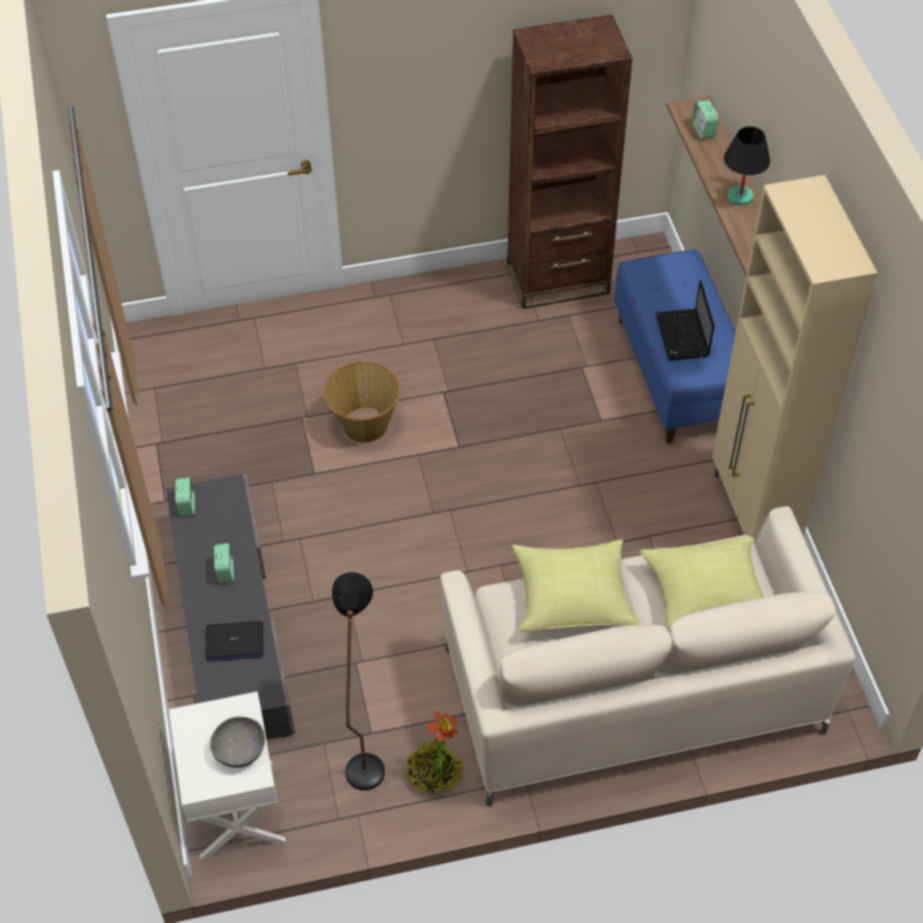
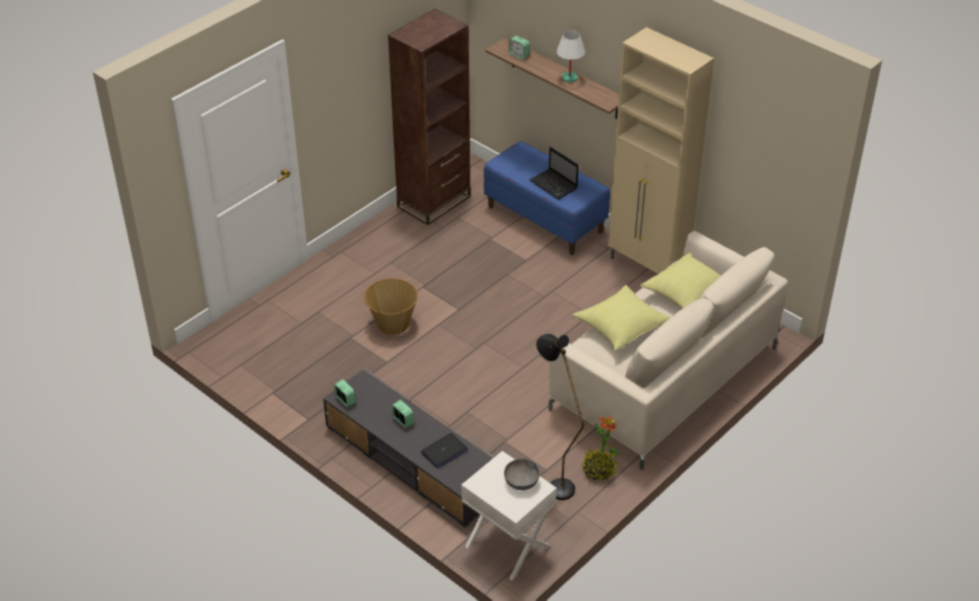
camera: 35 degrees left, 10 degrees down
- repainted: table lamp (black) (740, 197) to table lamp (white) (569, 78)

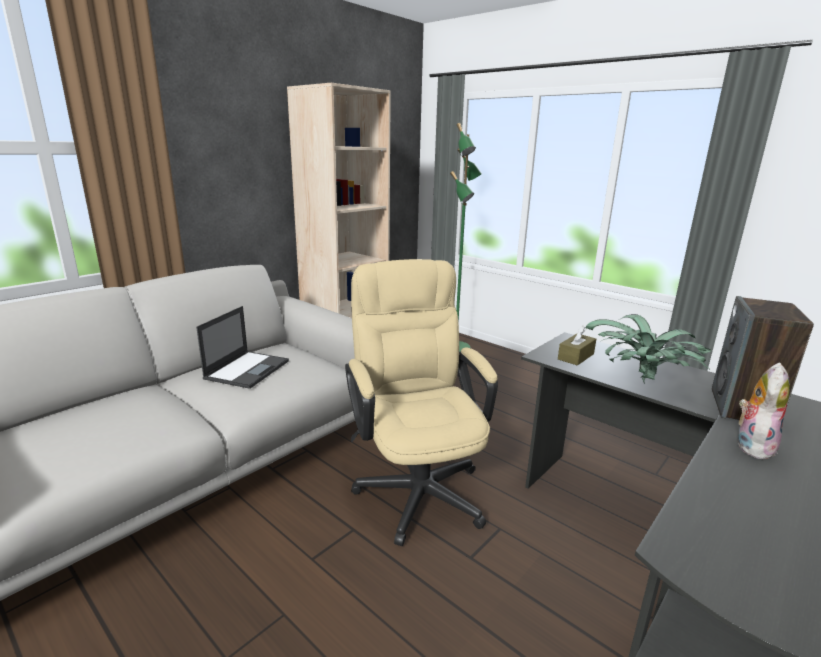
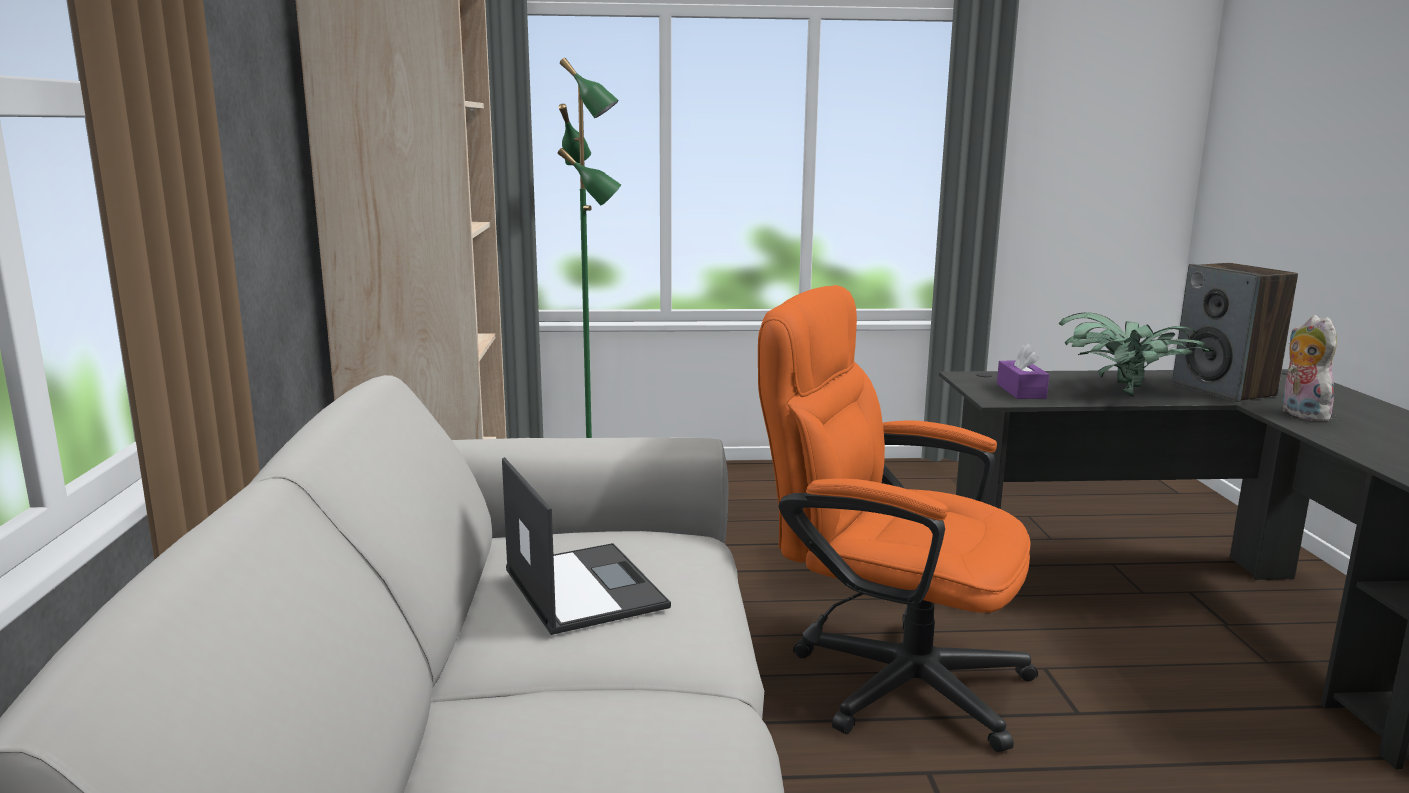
camera: 45 degrees left, 5 degrees down
- repainted: office chair (beige) (417, 484) to office chair (orange) (887, 677)
- repainted: tissue box (brown) (576, 356) to tissue box (purple) (1021, 391)

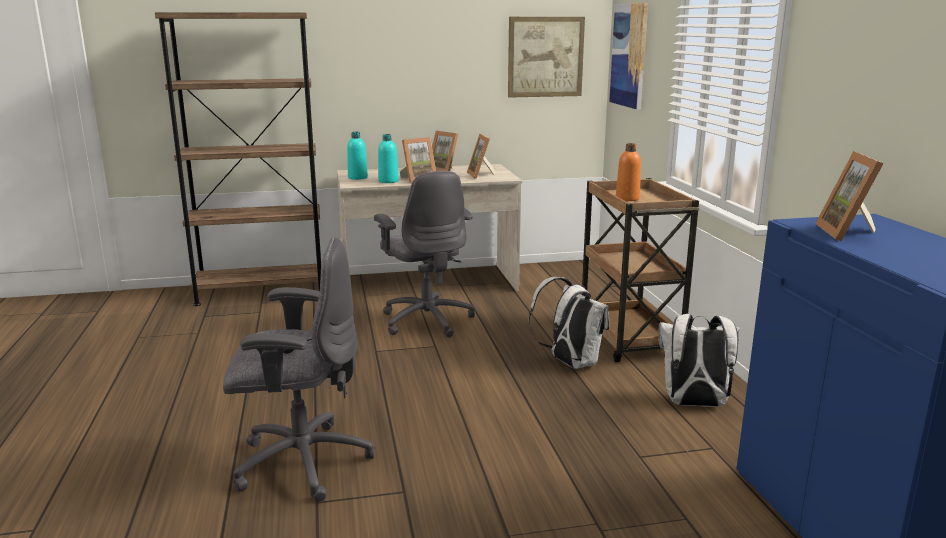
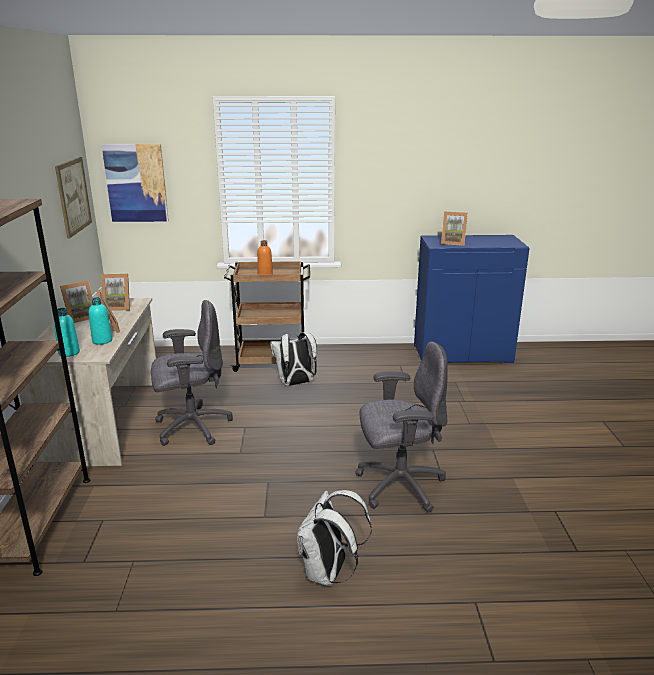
camera: 80 degrees left, 5 degrees up
- shifted: backpack (white) (693, 404) to (328, 573)
- rotated: office chair (grey) (301, 462) = (398, 485) 75 degrees clockwise

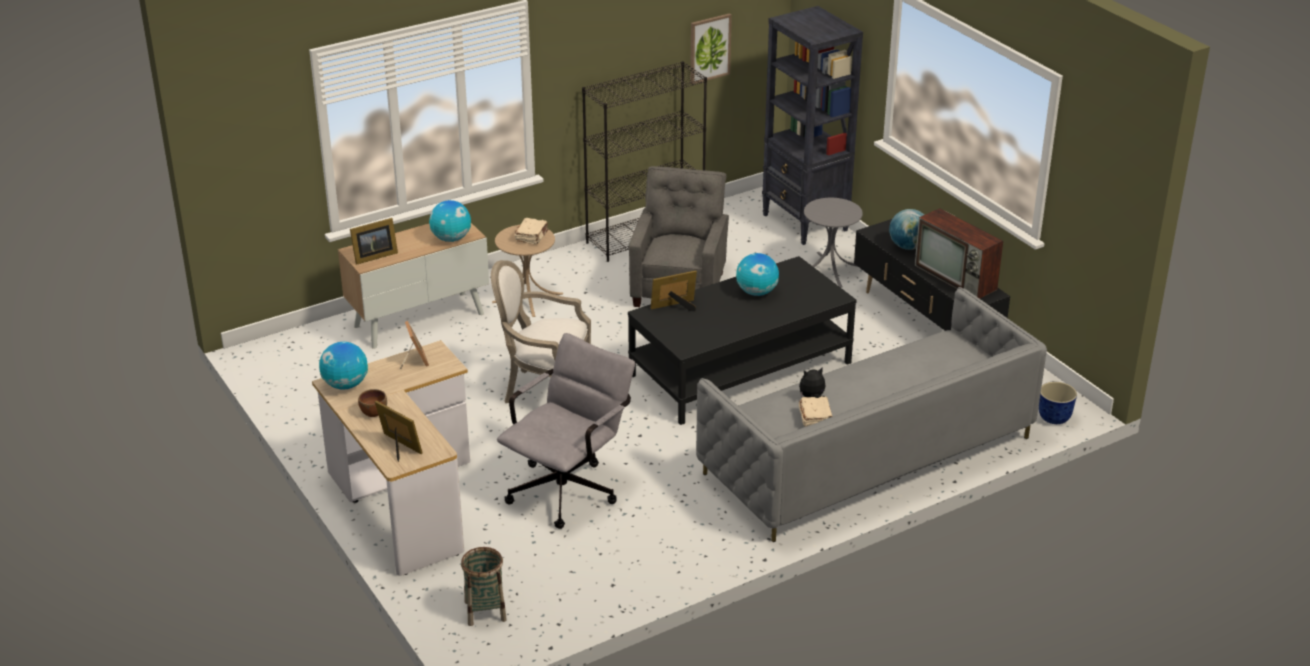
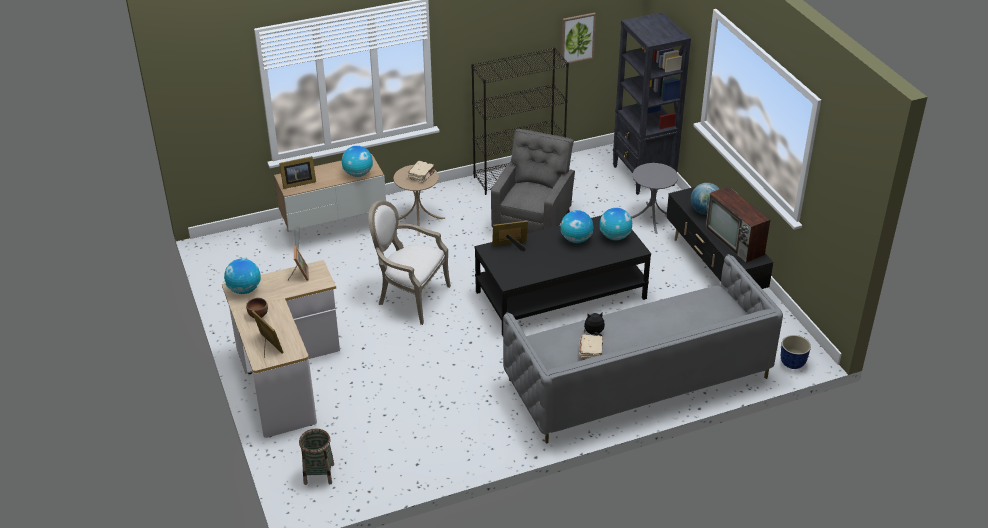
camera: 10 degrees right, 5 degrees up
- gone: office chair (grey) (569, 487)
- new: globe (615, 237)

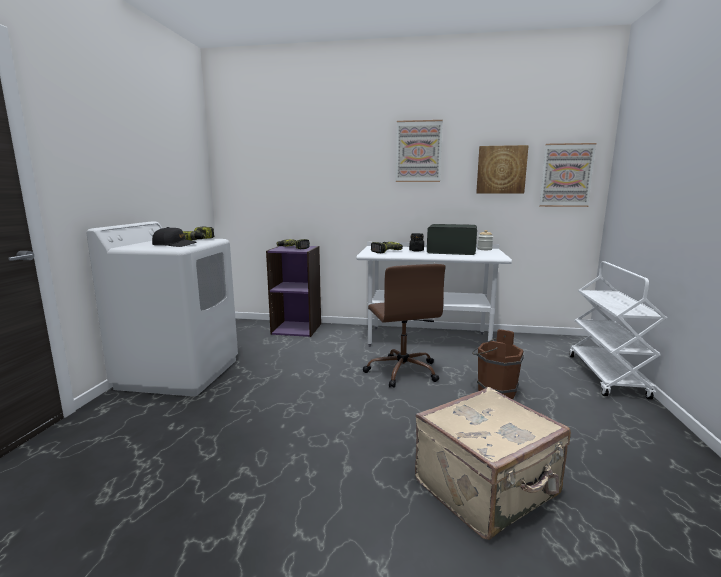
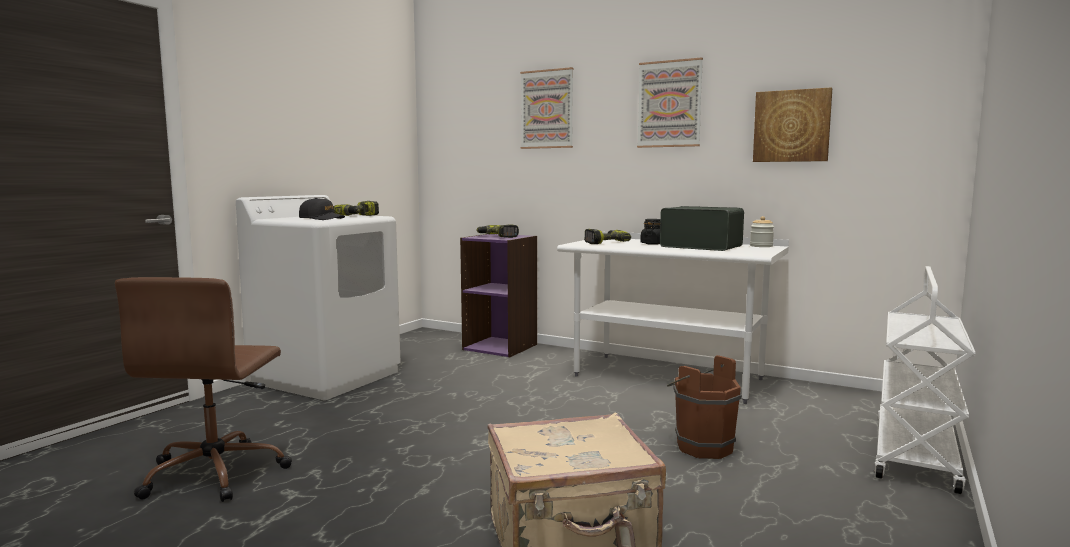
camera: 20 degrees right, 5 degrees down
- shifted: office chair (brown) (402, 371) to (216, 473)
- shifted: picture (566, 175) to (547, 109)

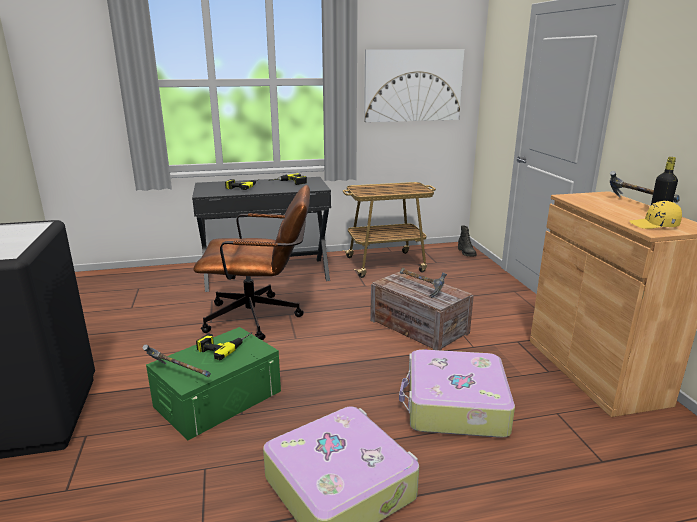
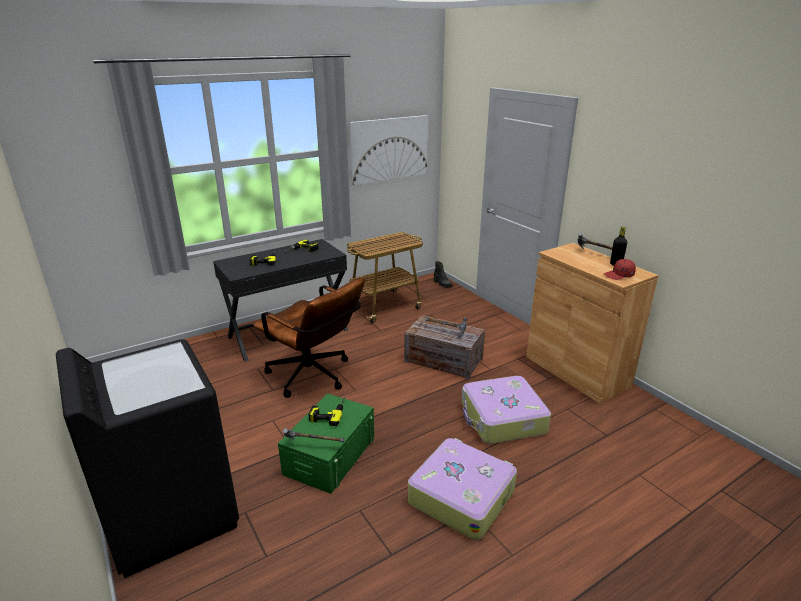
camera: 20 degrees left, 5 degrees up
- repainted: cap (yellow) (654, 225) to cap (red) (619, 275)
- rotated: office chair (brown) (261, 318) = (314, 377) 60 degrees clockwise

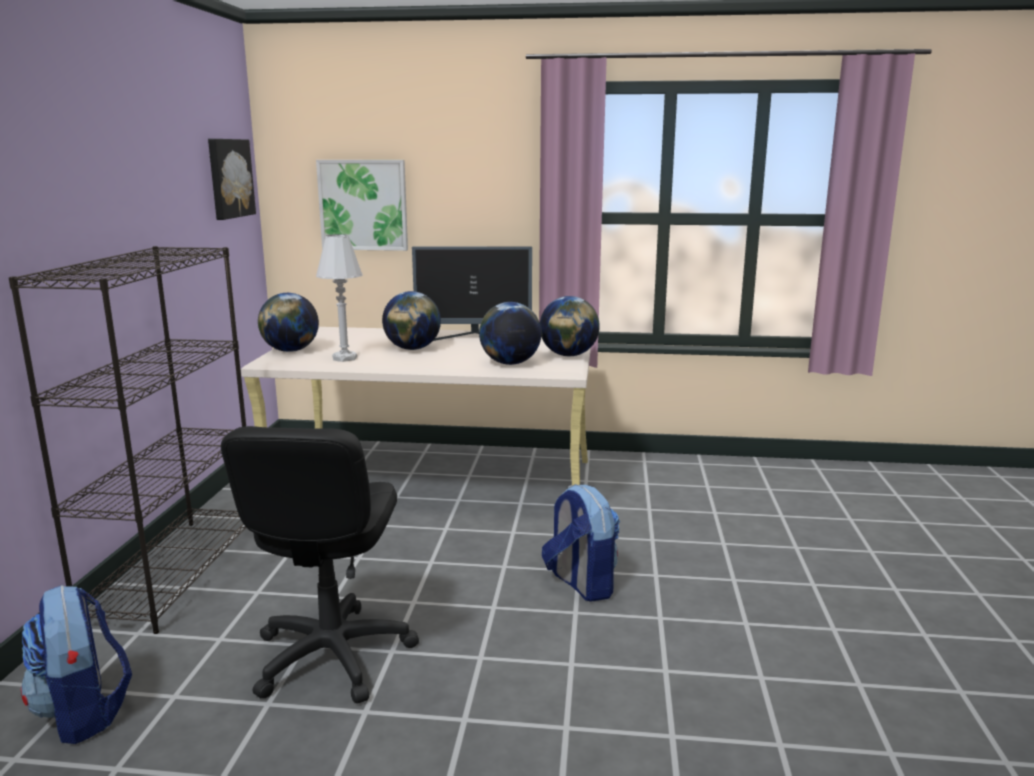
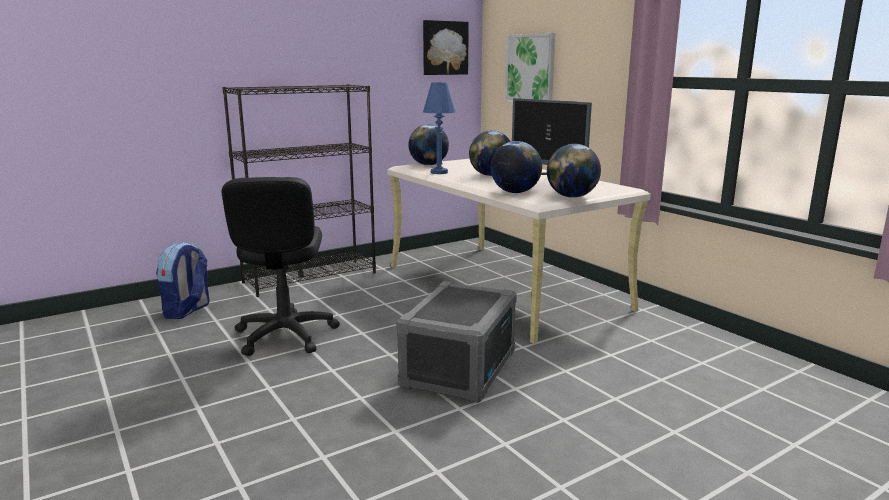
camera: 50 degrees right, 0 degrees up
- swapped: backpack (580, 584) to storage box (grey) (458, 368)
- repainted: table lamp (white) (345, 358) to table lamp (blue) (439, 172)
- rotated: office chair (black) (331, 656) = (285, 335) 60 degrees counterclockwise

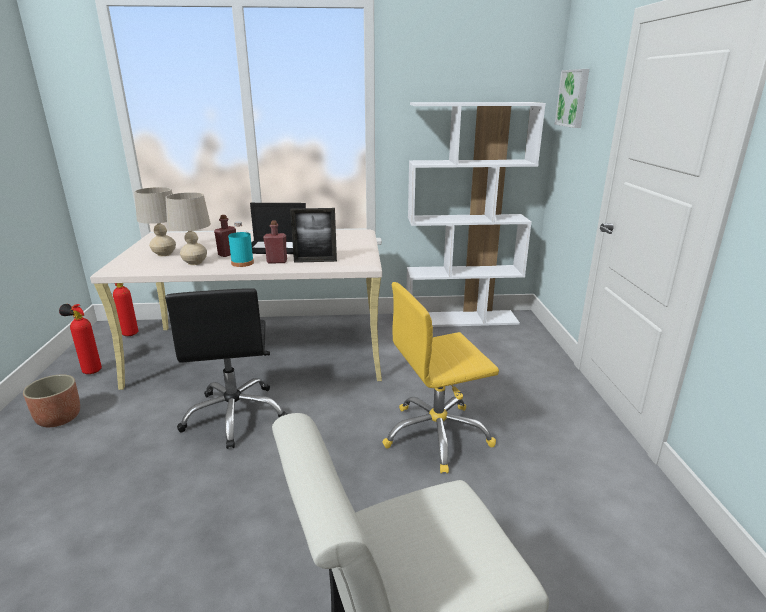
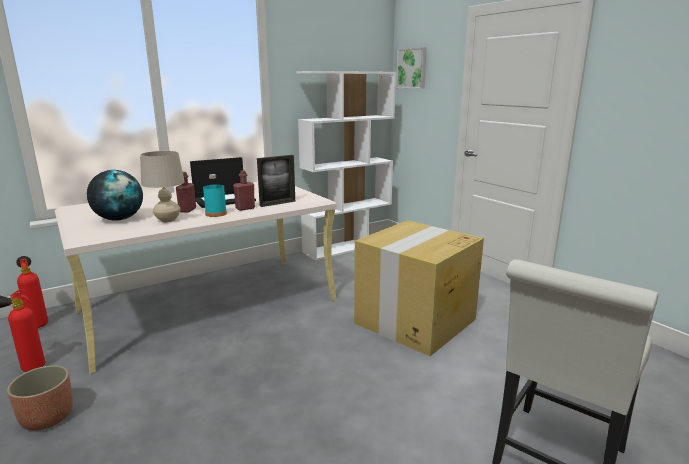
camera: 30 degrees left, 5 degrees down
- gone: office chair (black) (235, 415)
- swapped: table lamp (beige) (164, 254) to globe (119, 219)
- swapped: office chair (yellow) (437, 435) to cardboard box (414, 322)

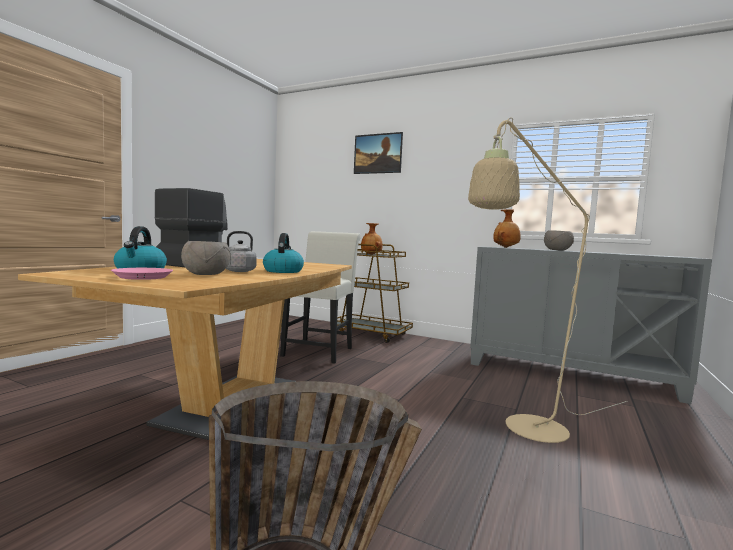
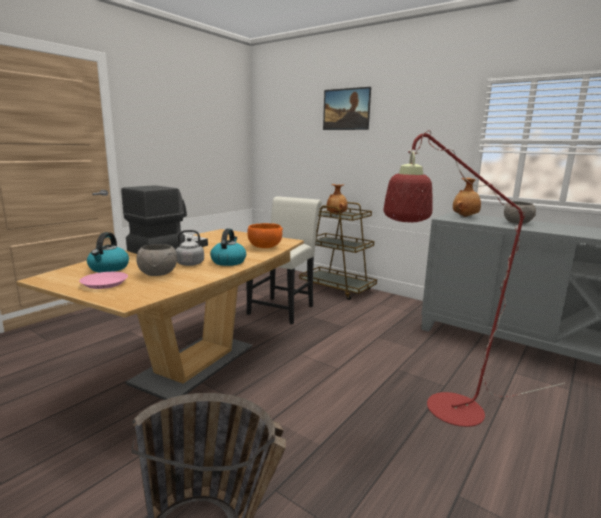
camera: 10 degrees right, 10 degrees up
- new: bowl (orange) (265, 247)
- repainted: floor lamp (beige) (526, 431) to floor lamp (red) (443, 412)

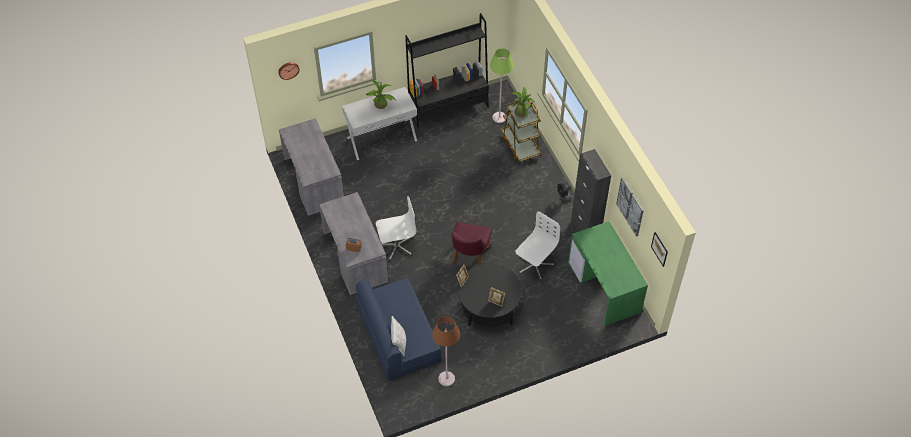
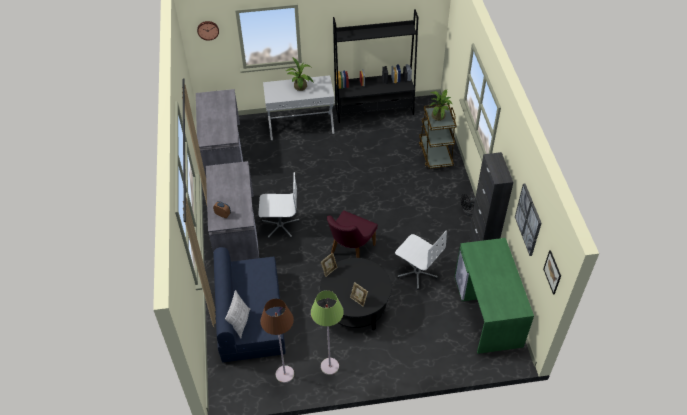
camera: 15 degrees right, 5 degrees down
- shifted: floor lamp (green) (499, 117) to (330, 366)
- rotated: office chair (white) (534, 265) = (417, 272) 75 degrees clockwise

